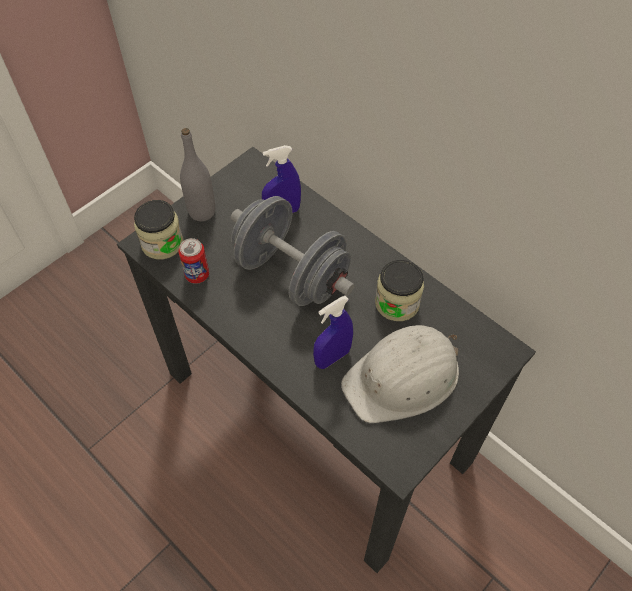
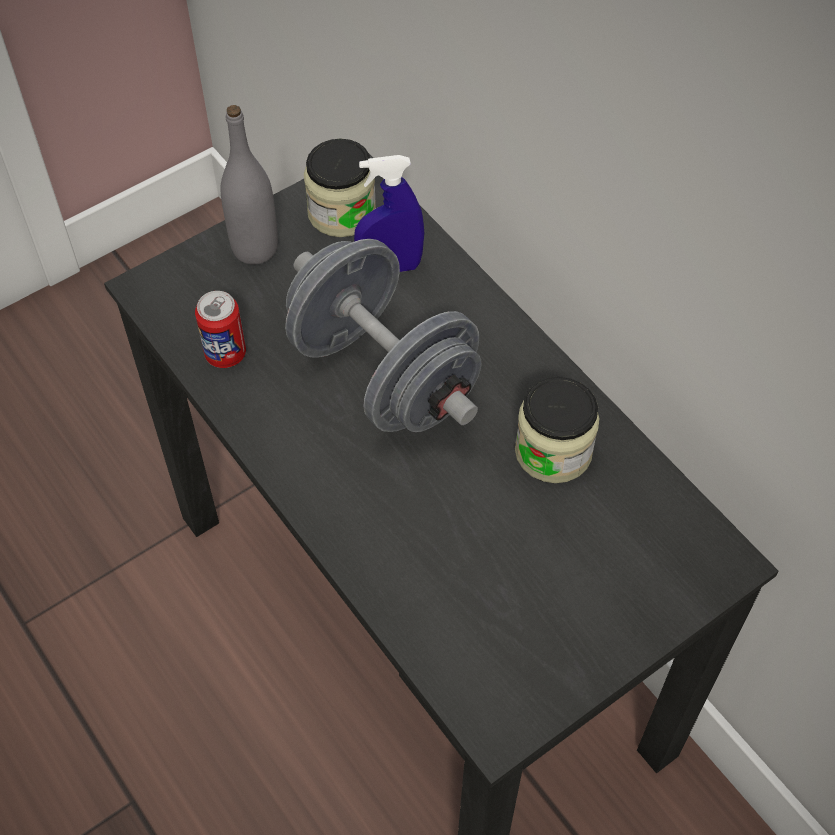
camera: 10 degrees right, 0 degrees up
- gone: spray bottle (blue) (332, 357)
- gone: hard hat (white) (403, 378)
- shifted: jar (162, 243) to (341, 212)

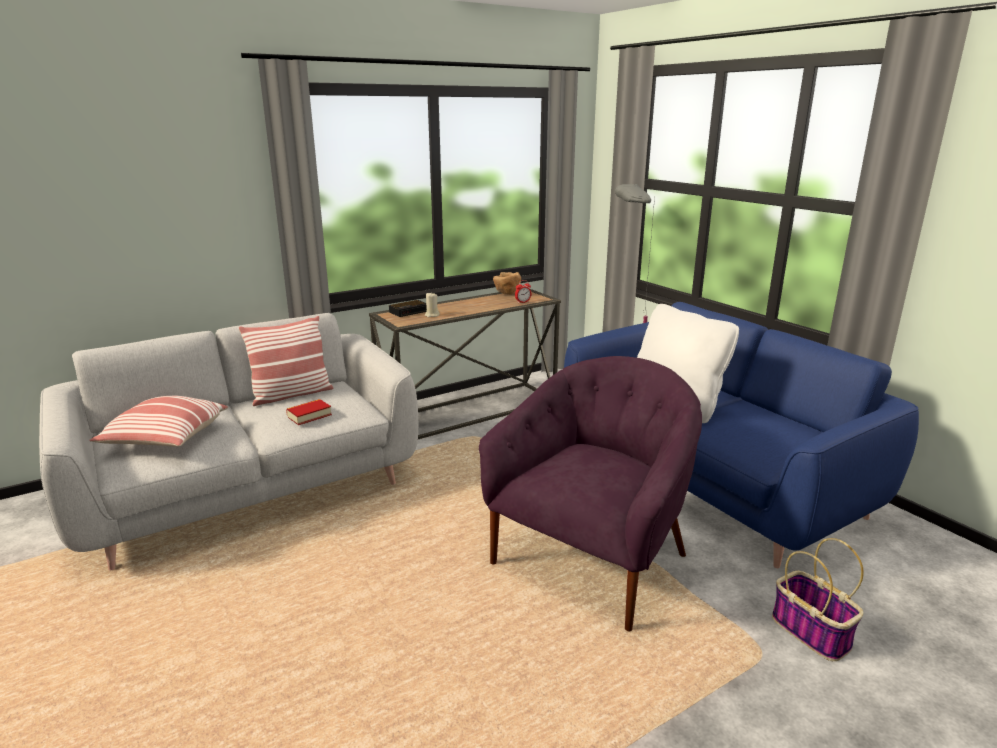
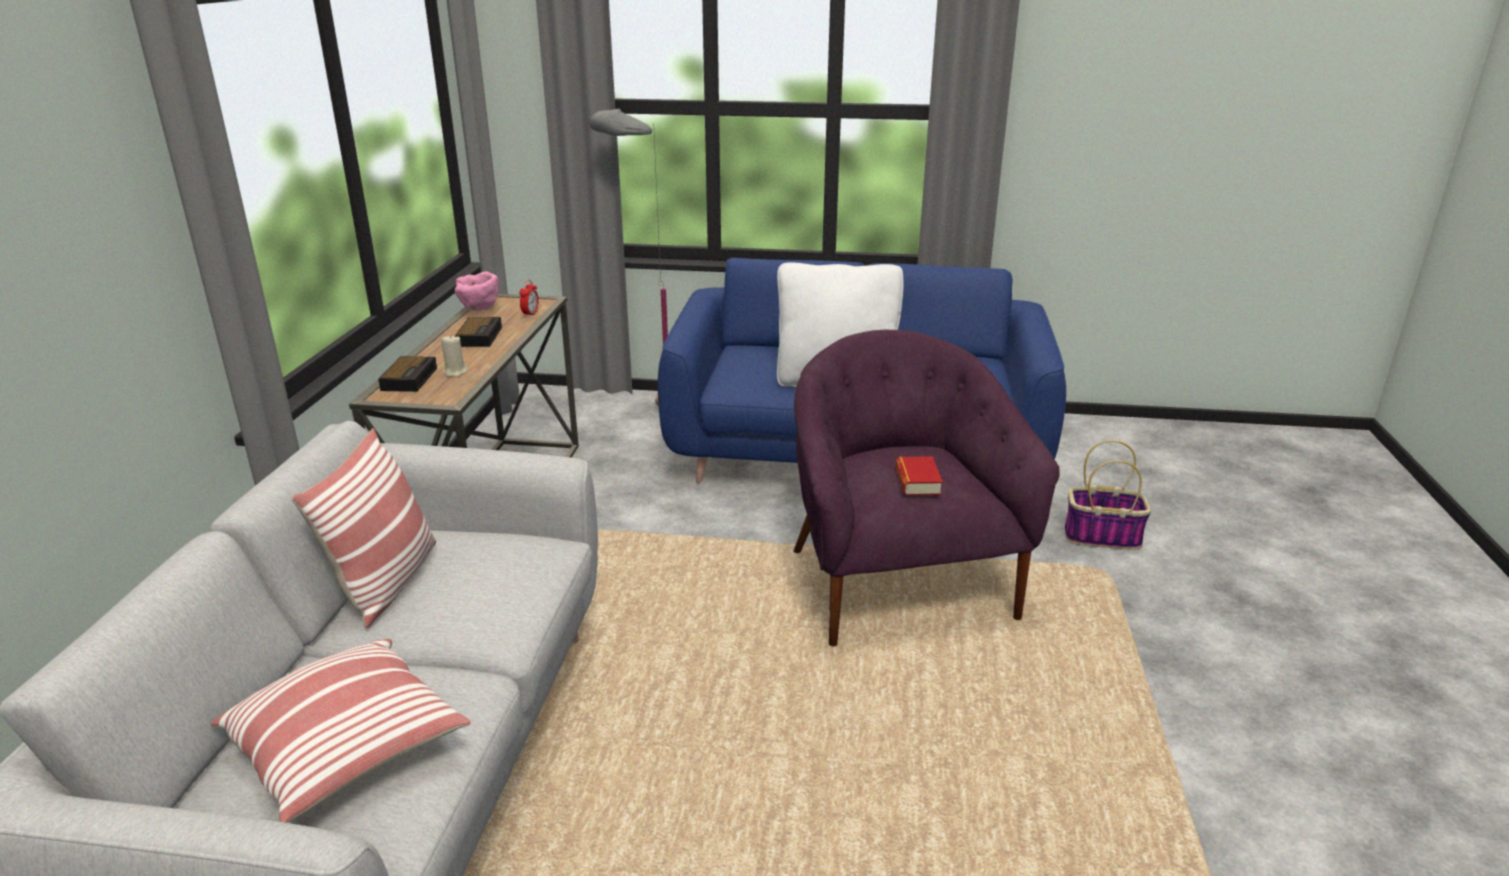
camera: 50 degrees left, 5 degrees up
- new: alarm clock (480, 336)
- shifted: book (309, 416) to (917, 481)
- repainted: bowl (brown) (507, 294) to bowl (pink) (479, 309)

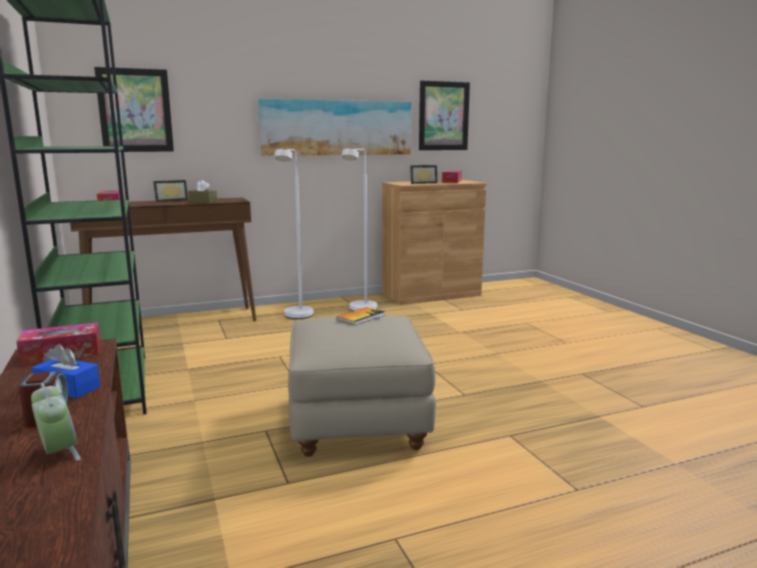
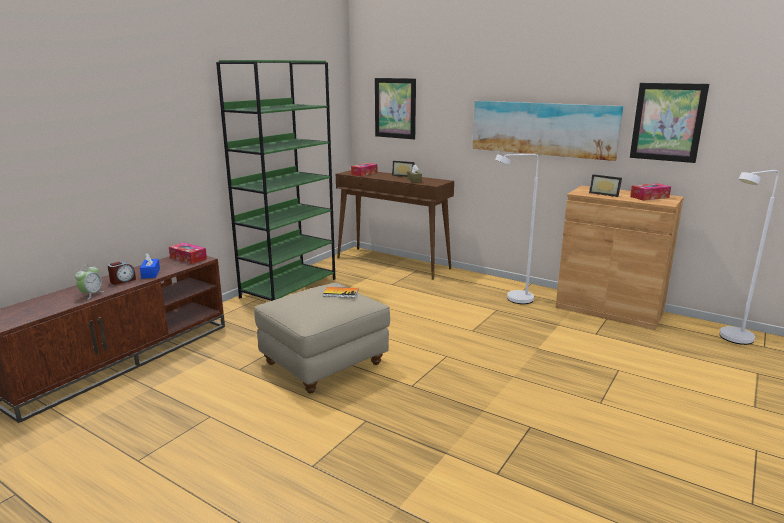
camera: 55 degrees right, 5 degrees up
- shifted: floor lamp (white) (296, 317) to (730, 339)

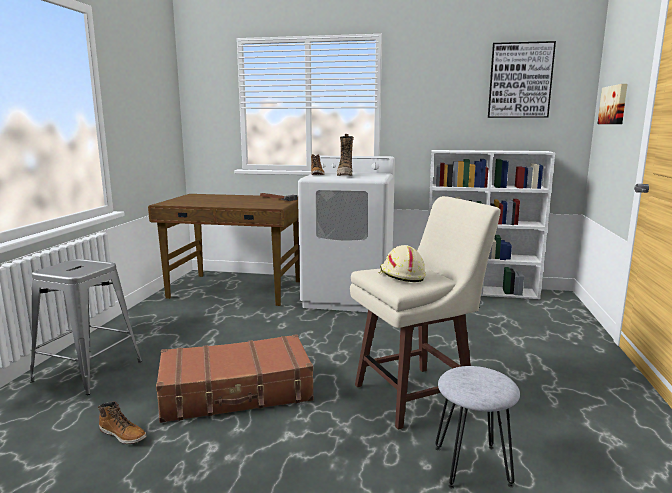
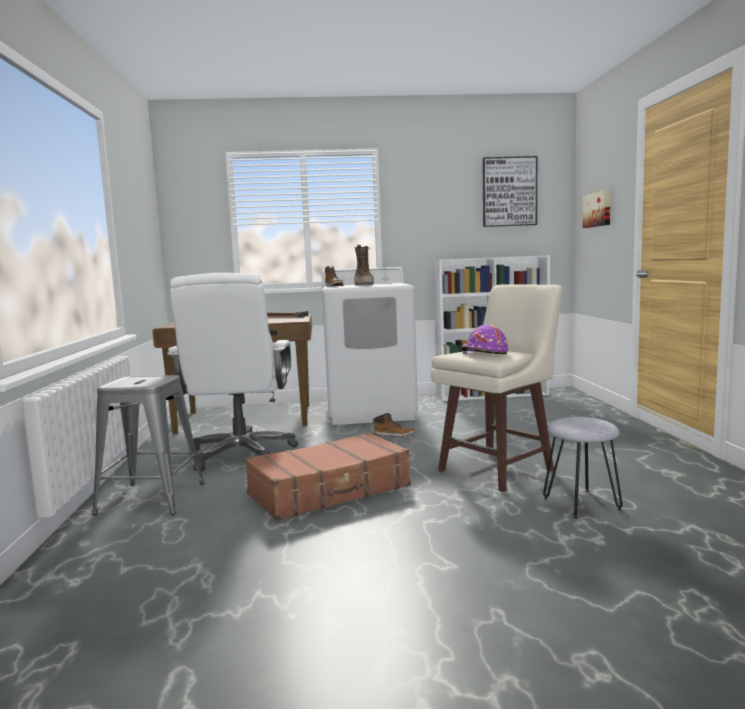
camera: 15 degrees left, 5 degrees down
- new: office chair (white) (241, 455)
- shifted: boot (123, 434) to (394, 435)
- repainted: hard hat (beige) (400, 276) to hard hat (purple) (483, 353)

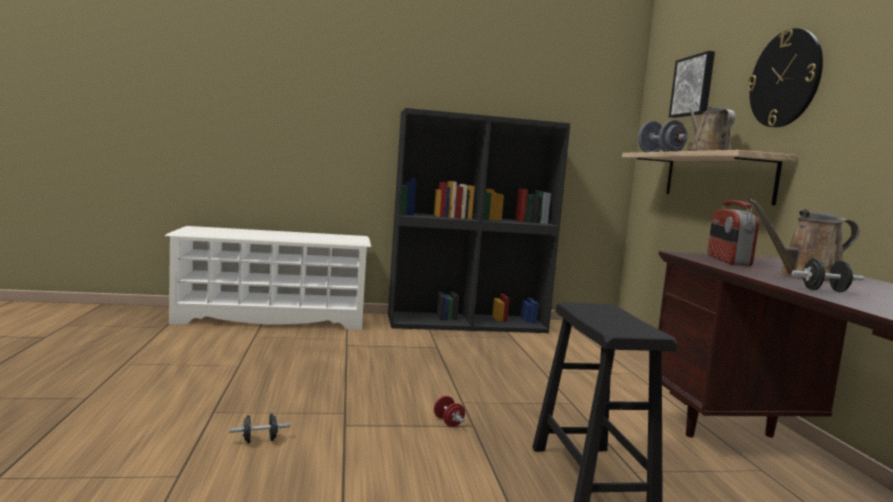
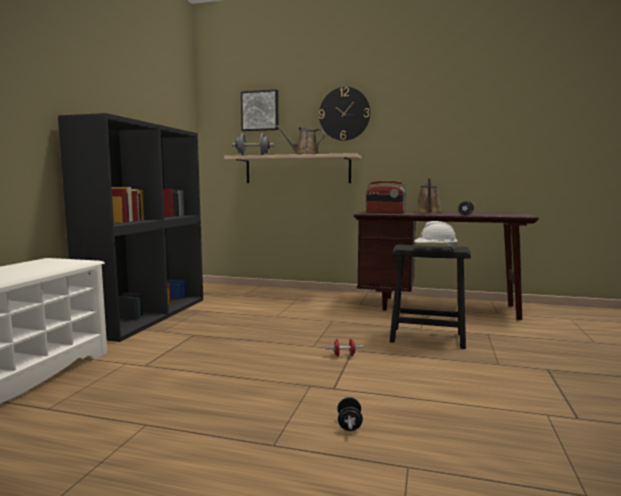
camera: 65 degrees left, 0 degrees up
- new: hard hat (white) (435, 249)

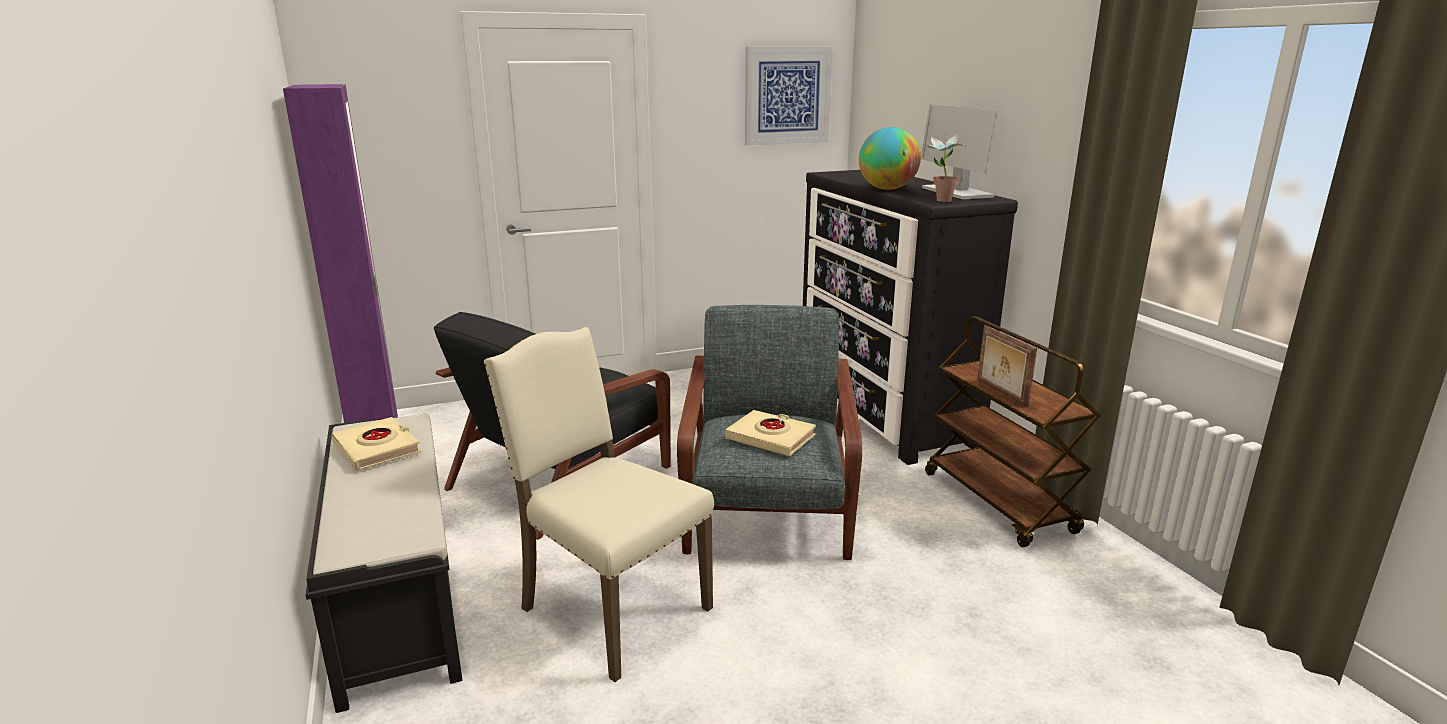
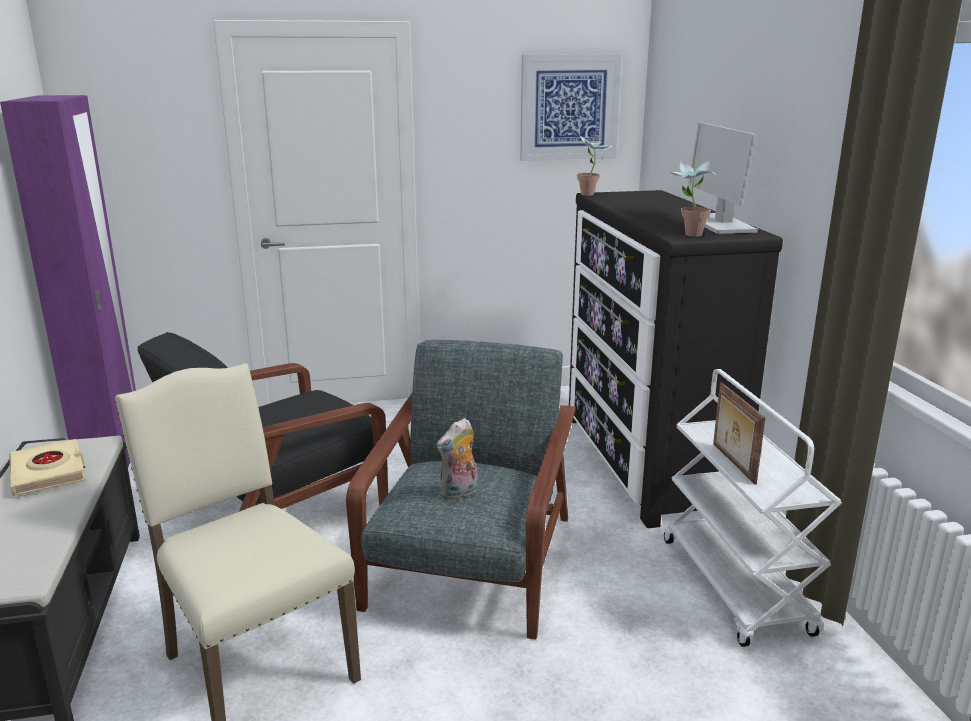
camera: 10 degrees right, 0 degrees up
- gone: globe (887, 189)
- new: potted plant (591, 195)
- swapped: book (beige) (771, 438) to plush toy (459, 493)
- repainted: cart (brown) (999, 503) to cart (white) (736, 586)

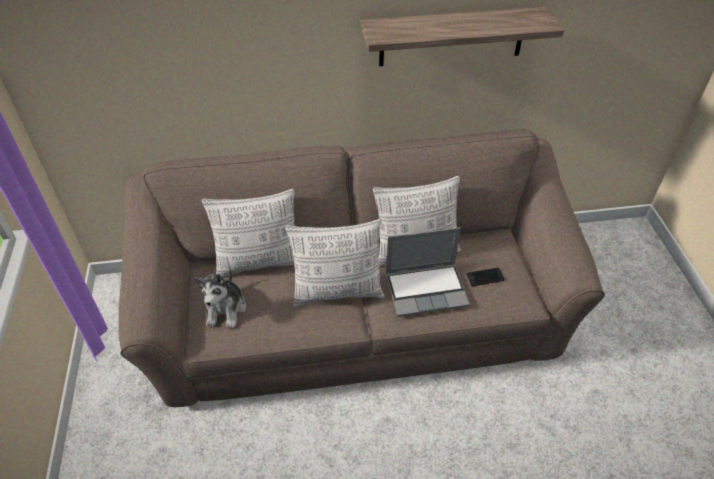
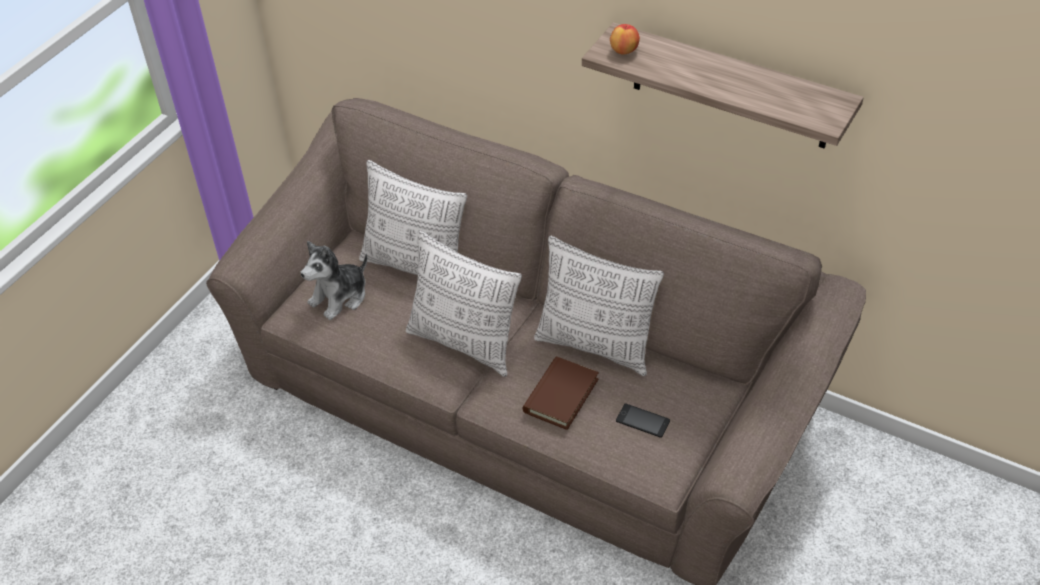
camera: 40 degrees right, 0 degrees up
- new: apple (624, 50)
- swapped: laptop (427, 289) to book (brown) (560, 395)

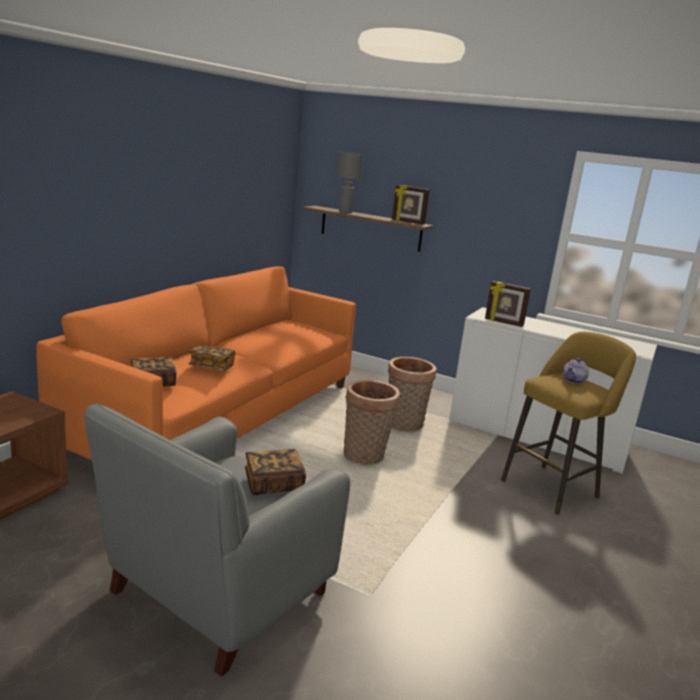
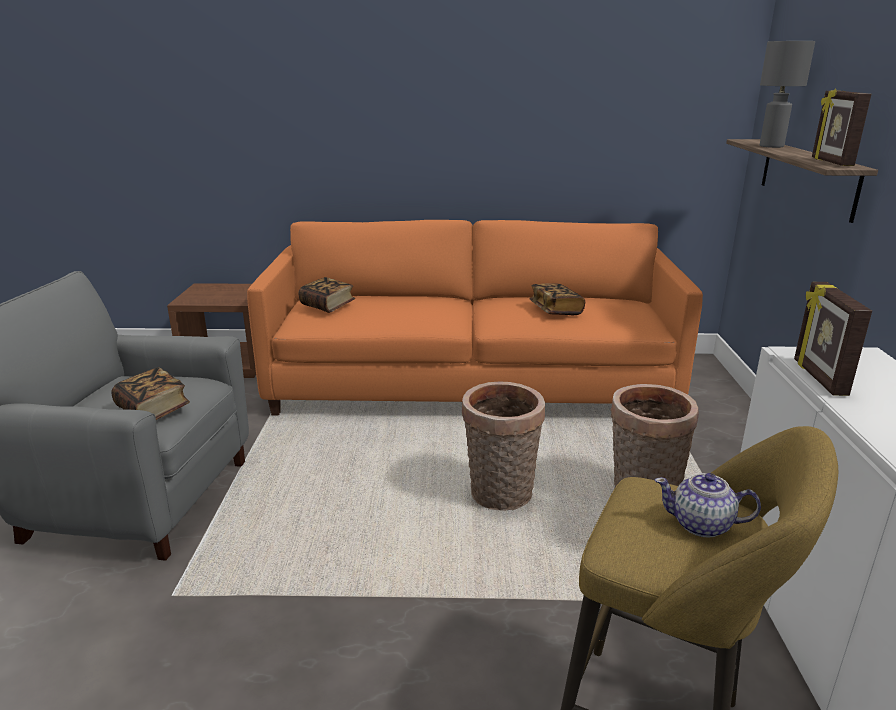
camera: 65 degrees right, 5 degrees up
- shifted: book (212, 367) to (555, 310)

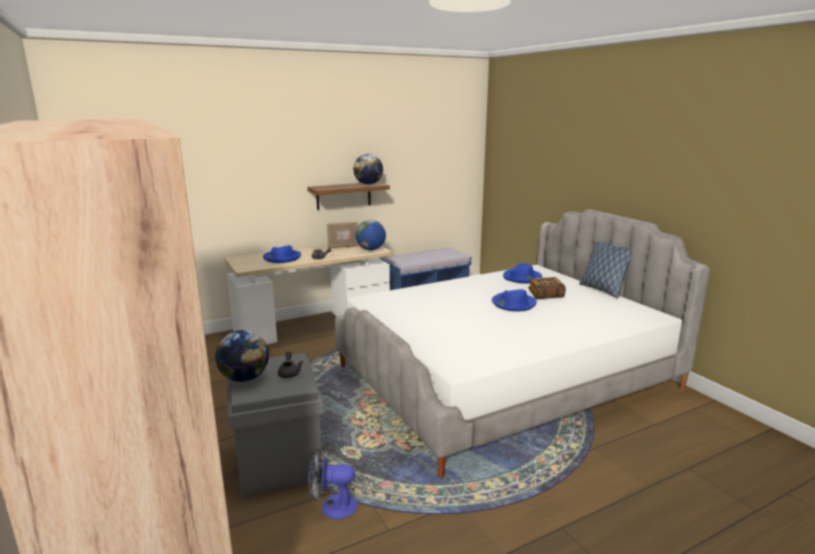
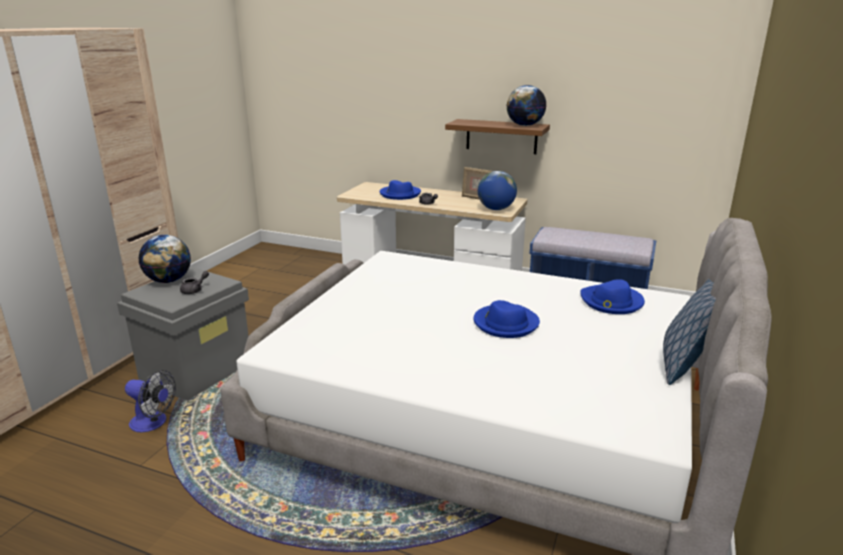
camera: 50 degrees right, 5 degrees up
- gone: book (545, 295)
- rotated: fan (332, 506) = (153, 423) 150 degrees clockwise

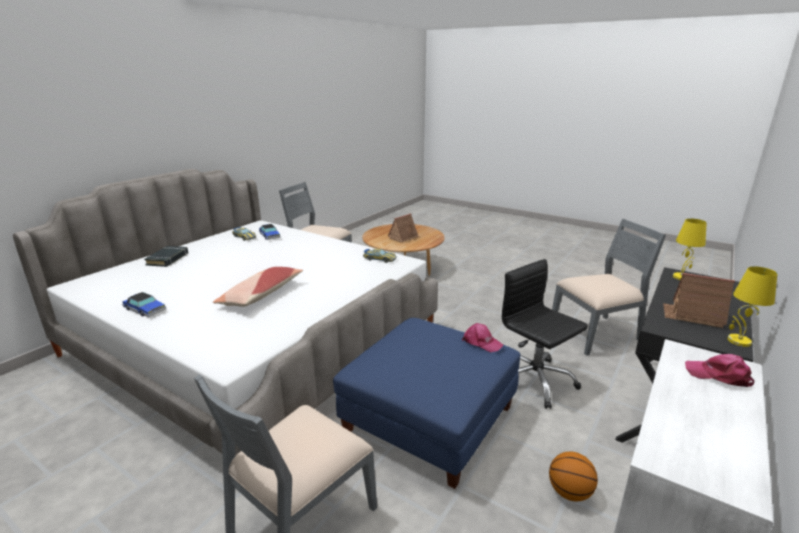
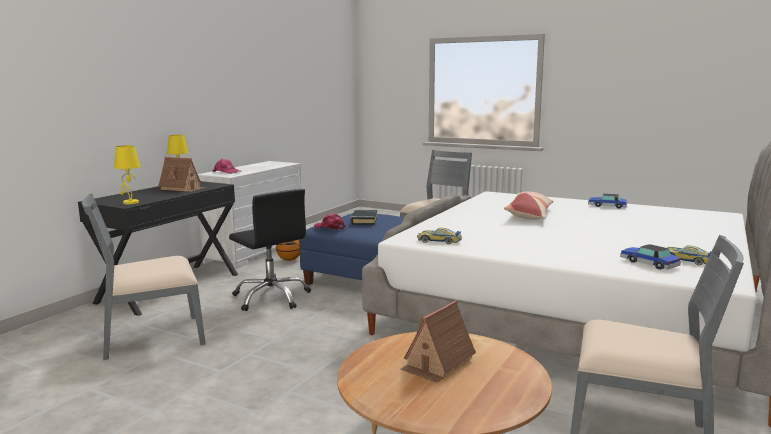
camera: 175 degrees right, 10 degrees down
- shifted: book (black) (168, 259) to (364, 220)

